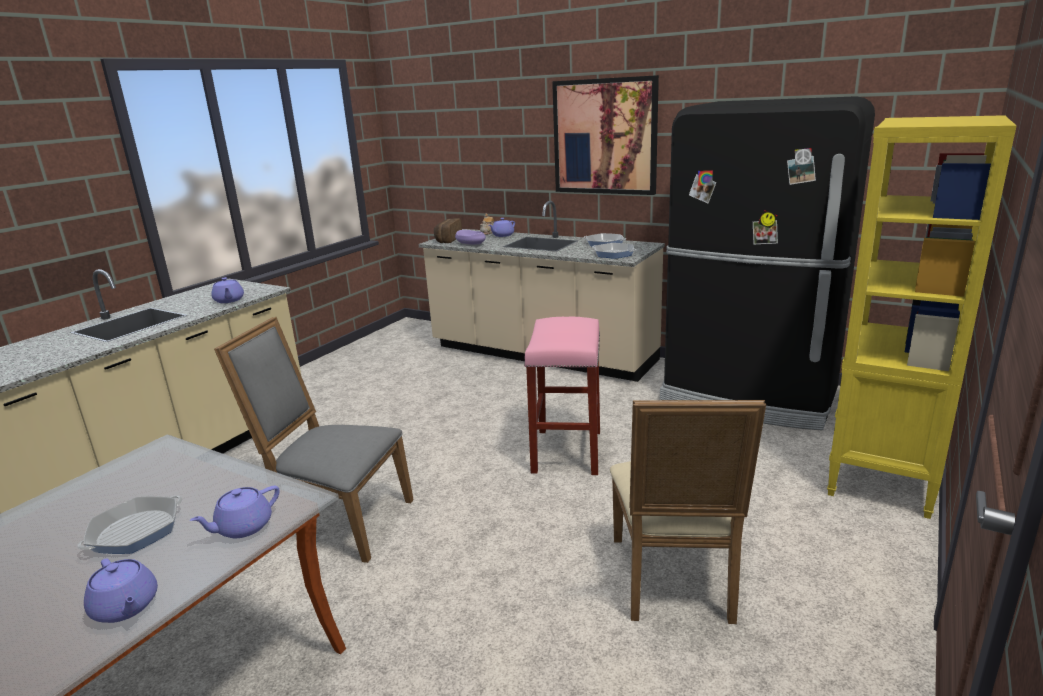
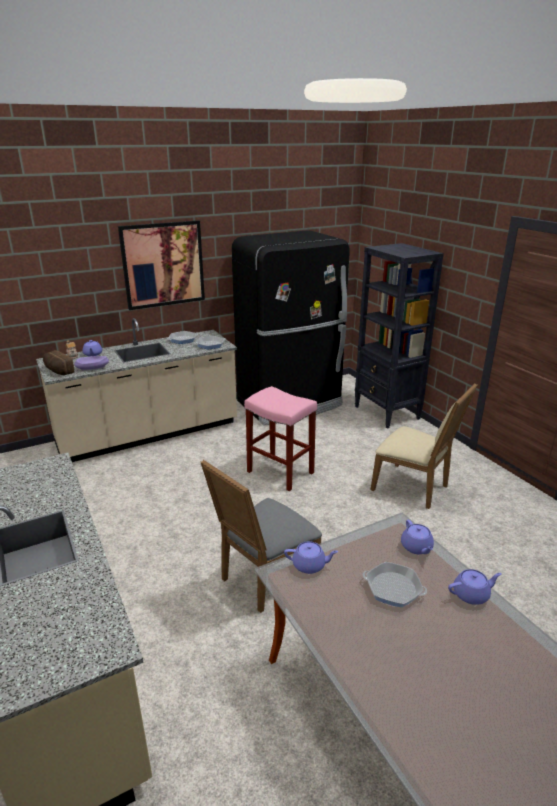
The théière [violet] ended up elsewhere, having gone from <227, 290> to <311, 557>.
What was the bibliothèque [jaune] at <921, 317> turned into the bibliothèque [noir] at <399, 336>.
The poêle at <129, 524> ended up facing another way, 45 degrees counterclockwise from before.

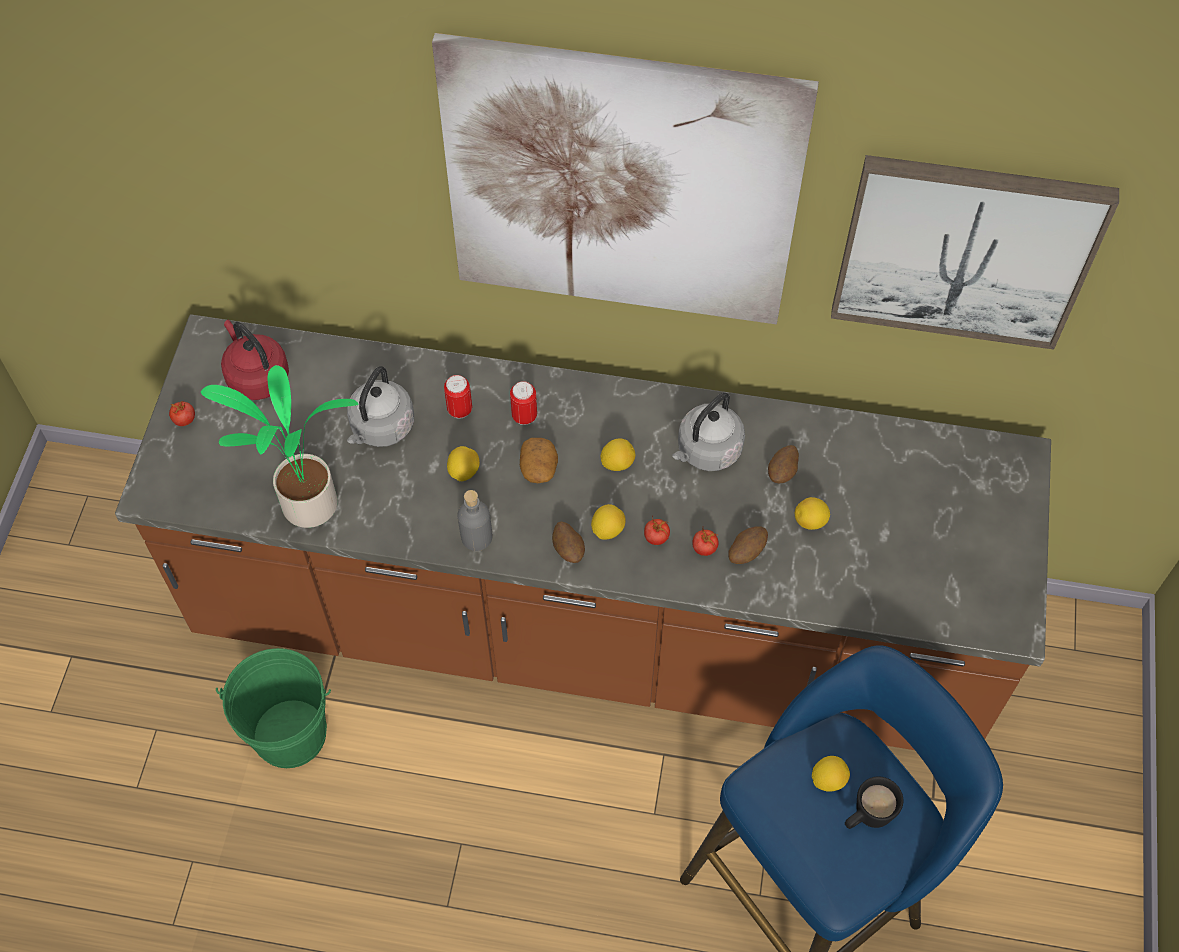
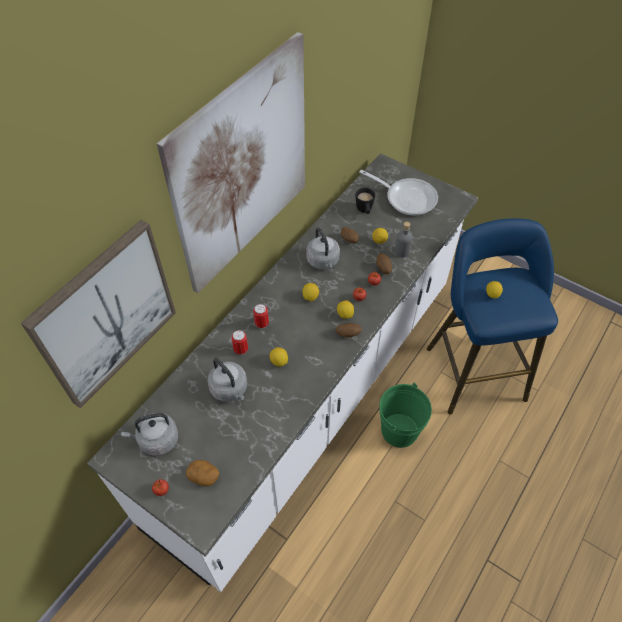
The tableau ended up elsewhere, having gone from <975, 252> to <98, 314>.
What was the comptoir de cuisine [marron] at <583, 532> turned into the comptoir de cuisine [blanc] at <282, 372>.
What was the bouilloire [rouge] at <255, 360> turned into the bouilloire [gris] at <149, 434>.
The pomme de terre ended up elsewhere, having gone from <539, 460> to <202, 473>.
The mug [noir] ended up elsewhere, having gone from <874, 802> to <365, 201>.
The second view gained the poêle at <398, 193>.
The seau [vert] ended up elsewhere, having gone from <273, 708> to <405, 415>.
The bouteille [gris] ended up elsewhere, having gone from <475, 520> to <404, 240>.
The second view lost the plante en pot at <280, 446>.

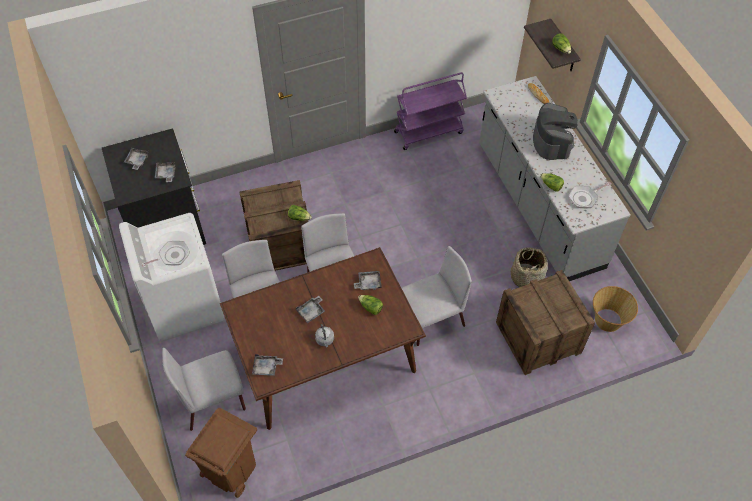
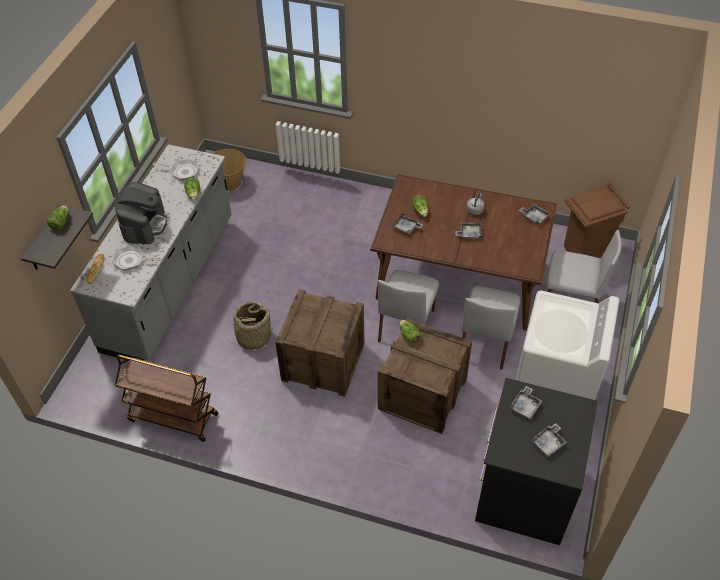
The poêle ended up elsewhere, having gone from <166, 254> to <137, 258>.
The machine à café at <555, 131> ended up facing another way, 150 degrees clockwise from before.
What was the chariot [violet] at <430, 111> turned into the chariot [marron] at <166, 398>.
The panier ended up elsewhere, having gone from <529, 267> to <252, 325>.
The caisse ended up elsewhere, having gone from <545, 322> to <320, 343>.
The second view lost the chaise [gris] at <437, 296>.

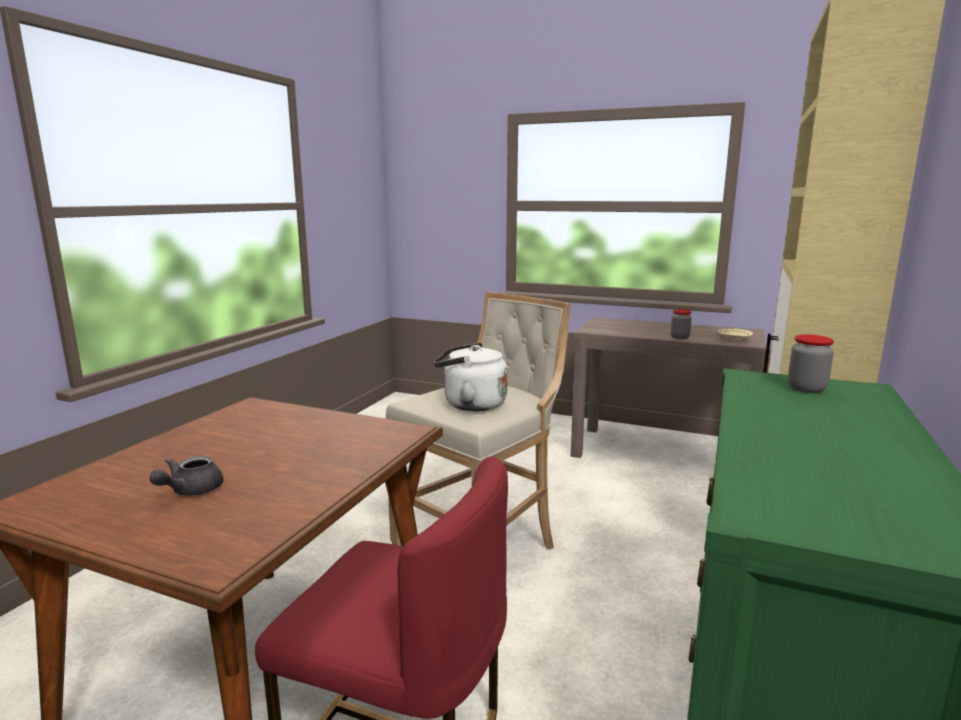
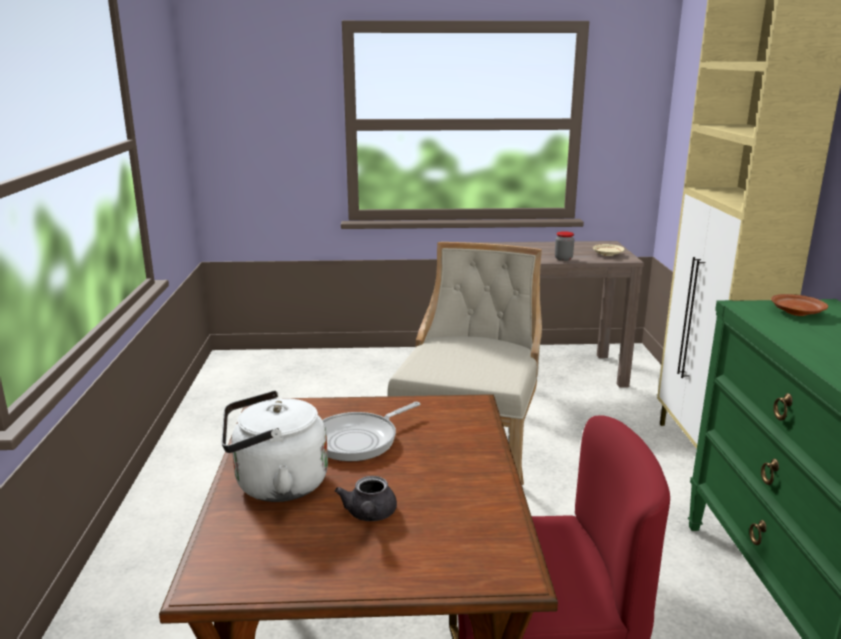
The bouilloire [blanc] ended up elsewhere, having gone from <471, 377> to <275, 446>.
The second view gained the poêle at <371, 431>.
Where the bocal stood at <811, 363>, the assiette [marron] came to stand at <799, 305>.

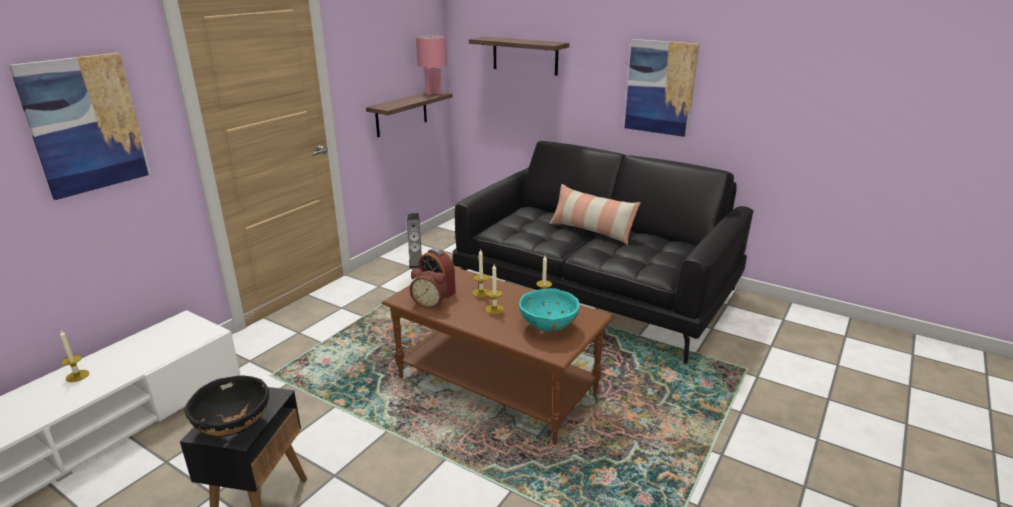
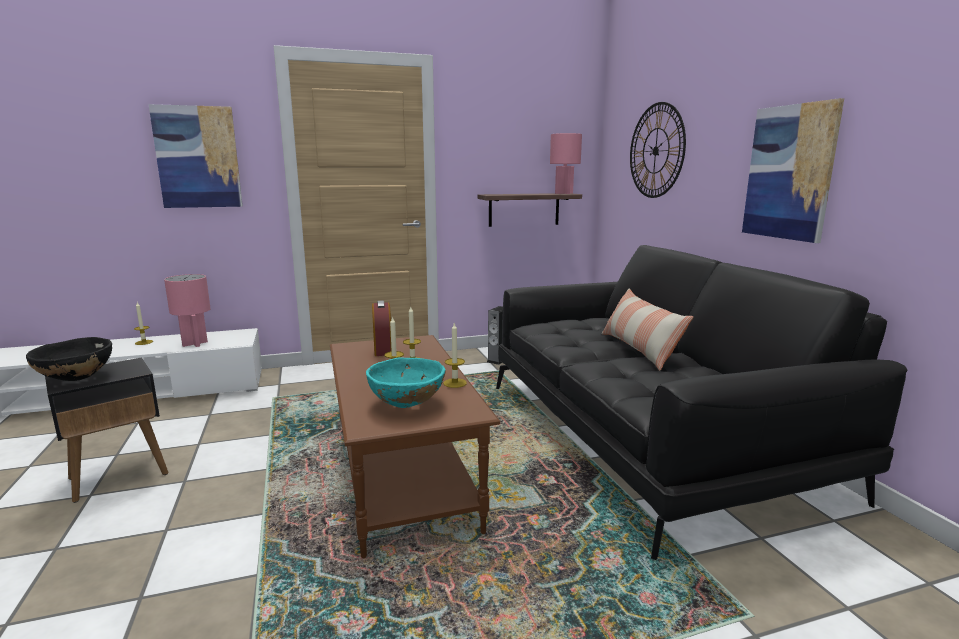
The second view gained the lampe de table [rose] at <187, 310>.
Where the étagère hung at <519, 56>, the horloge murale came to hang at <658, 150>.
The second view lost the réveil at <429, 288>.

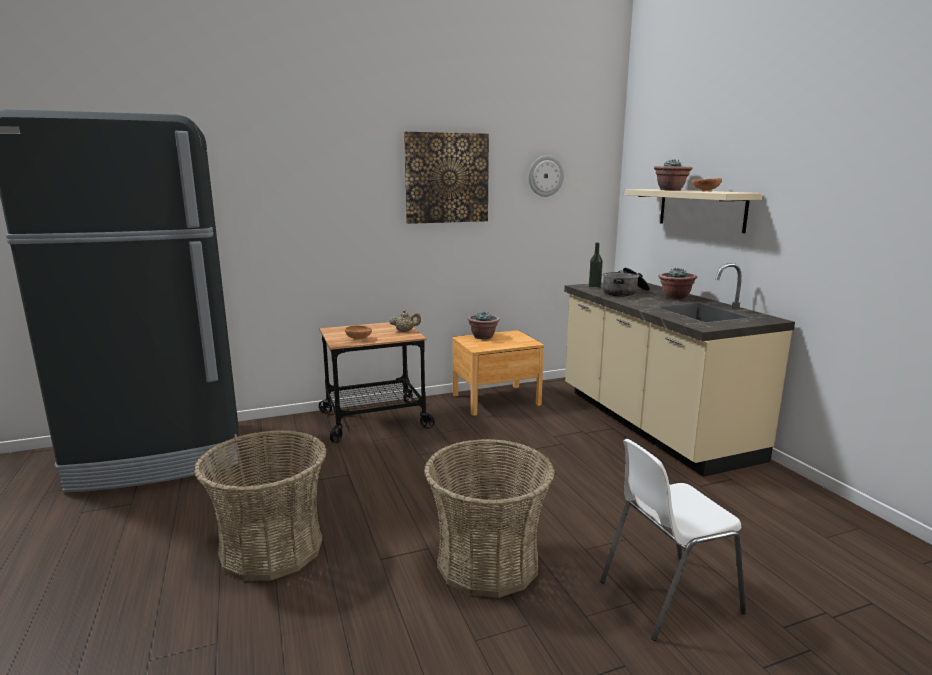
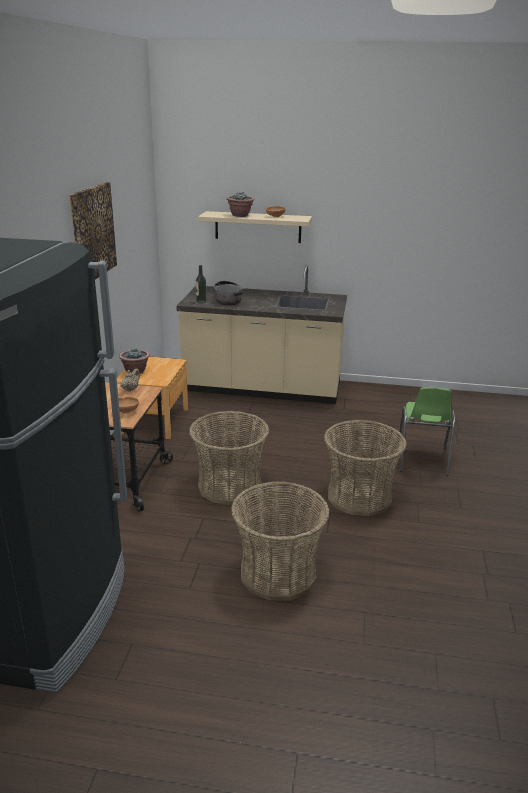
The second view gained the panier at <229, 458>.
What was the chaise [blanc] at <673, 540> turned into the chaise [vert] at <426, 431>.
The second view lost the horloge murale at <546, 176>.
The second view lost the plante en pot at <677, 284>.

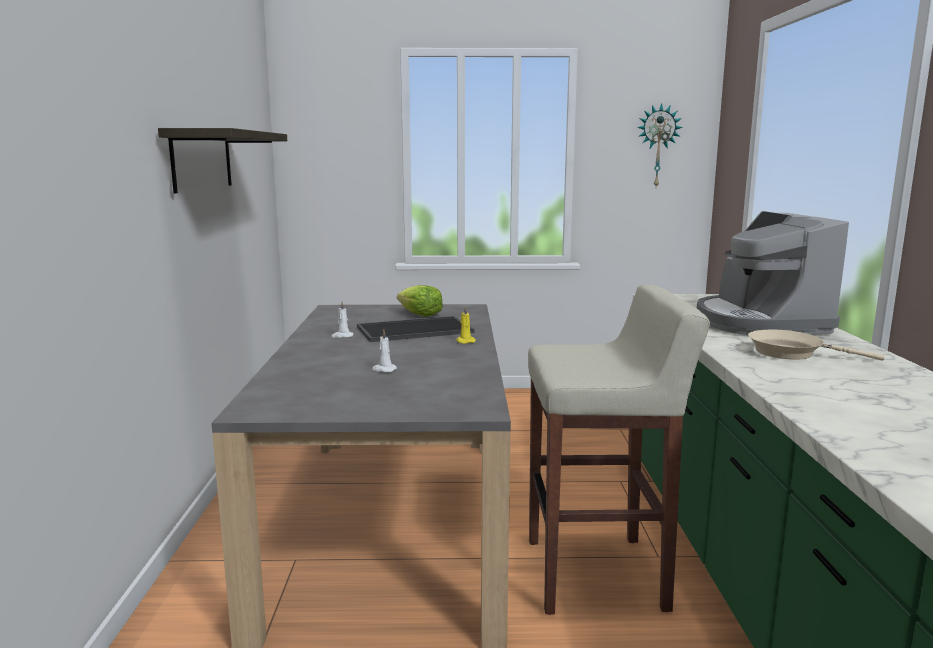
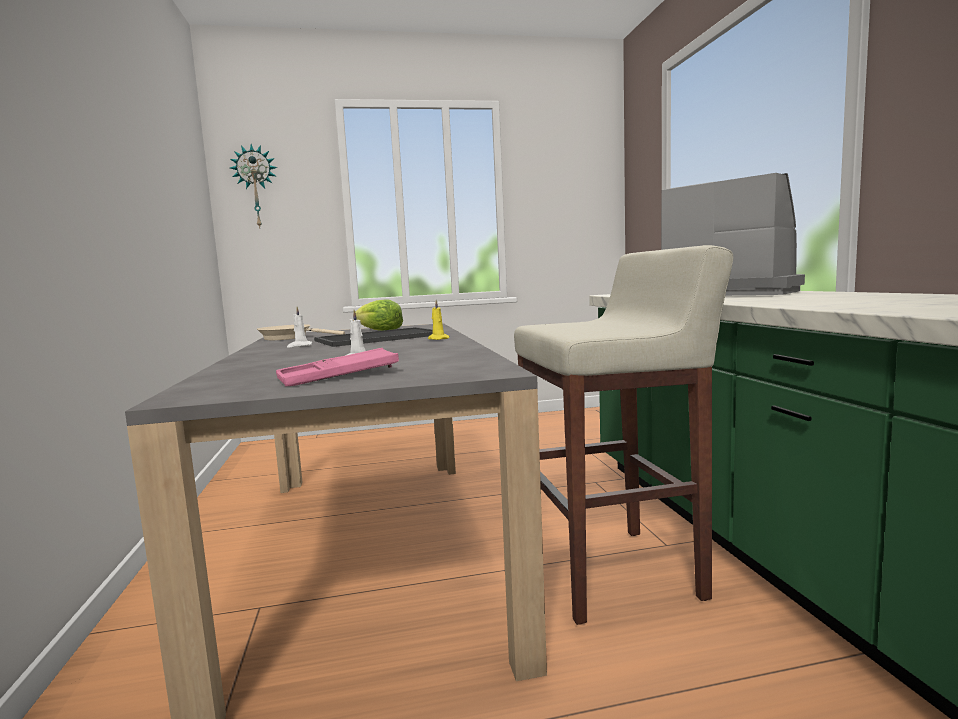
The horloge murale ended up elsewhere, having gone from <660, 145> to <253, 186>.
The poêle [beige] ended up elsewhere, having gone from <816, 345> to <301, 332>.
The second view gained the plateau [rose] at <337, 367>.
The machine à café at <773, 273> ended up facing another way, 150 degrees clockwise from before.
The second view lost the étagère at <222, 160>.

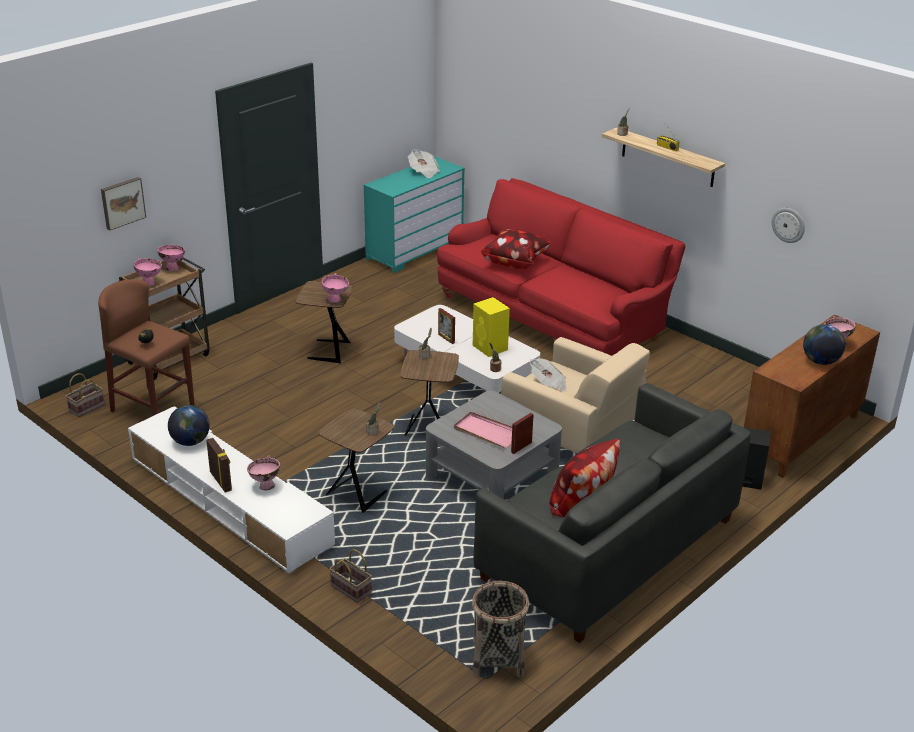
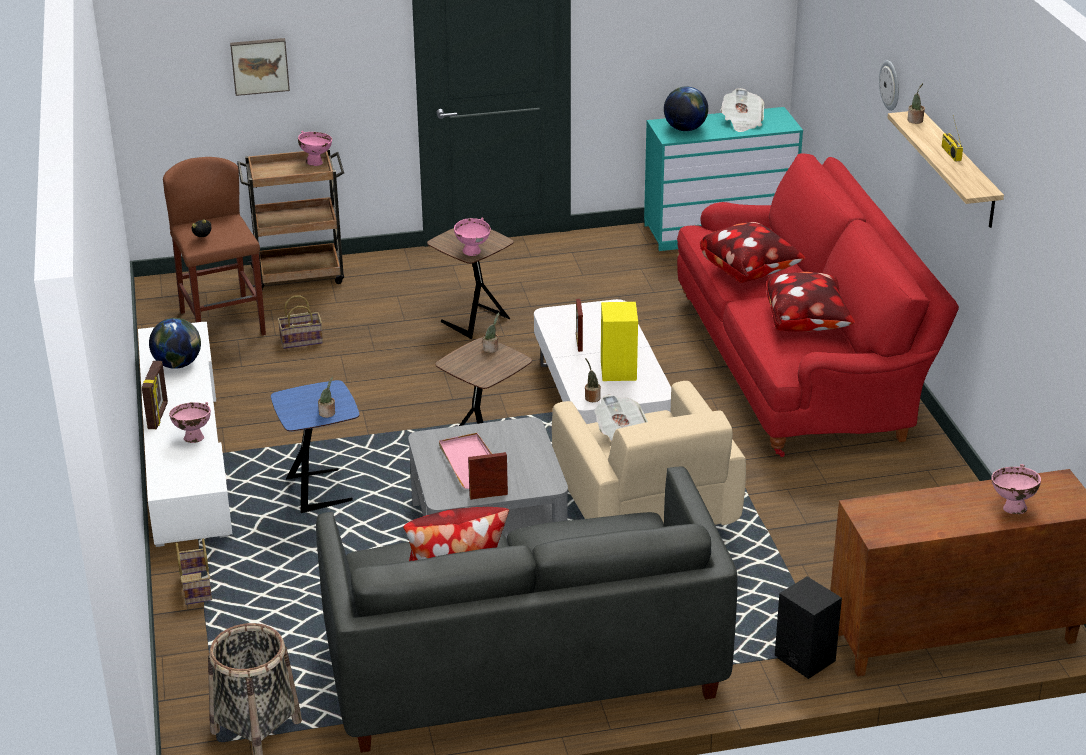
What was the table d'appoint [marron] at <356, 460> turned into the table d'appoint [bleu] at <315, 446>.
The panier ended up elsewhere, having gone from <85, 395> to <300, 322>.
The globe ended up elsewhere, having gone from <824, 344> to <686, 108>.
The second view gained the coussin at <810, 302>.
The horloge murale ended up elsewhere, having gone from <788, 225> to <889, 85>.
The second view lost the bol [rose] at <148, 272>.

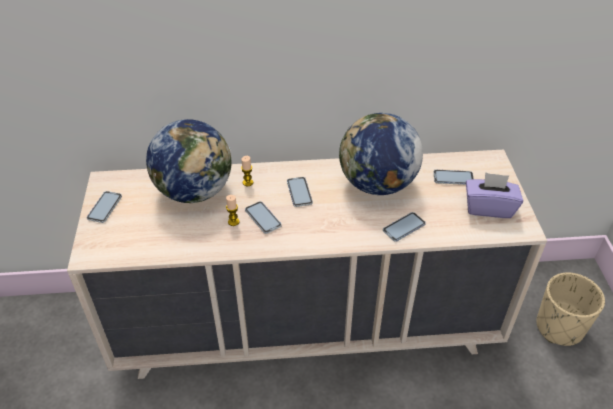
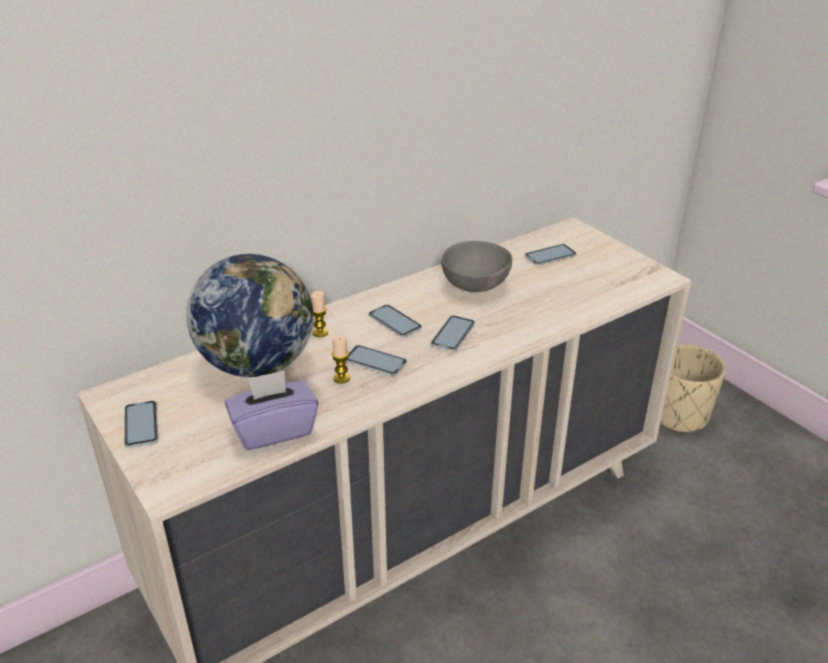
The boîte à mouchoirs [violet] ended up elsewhere, having gone from <494, 195> to <272, 410>.
The téléphone ended up elsewhere, having gone from <404, 227> to <453, 333>.
Where the globe stood at <381, 154>, the bol [gris] came to stand at <476, 266>.

